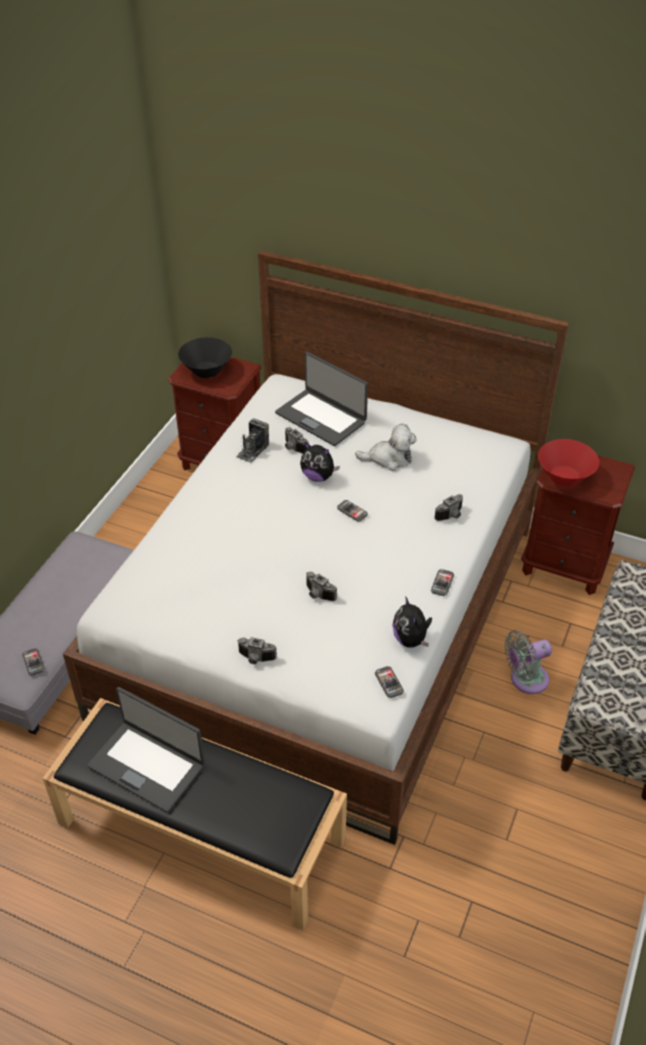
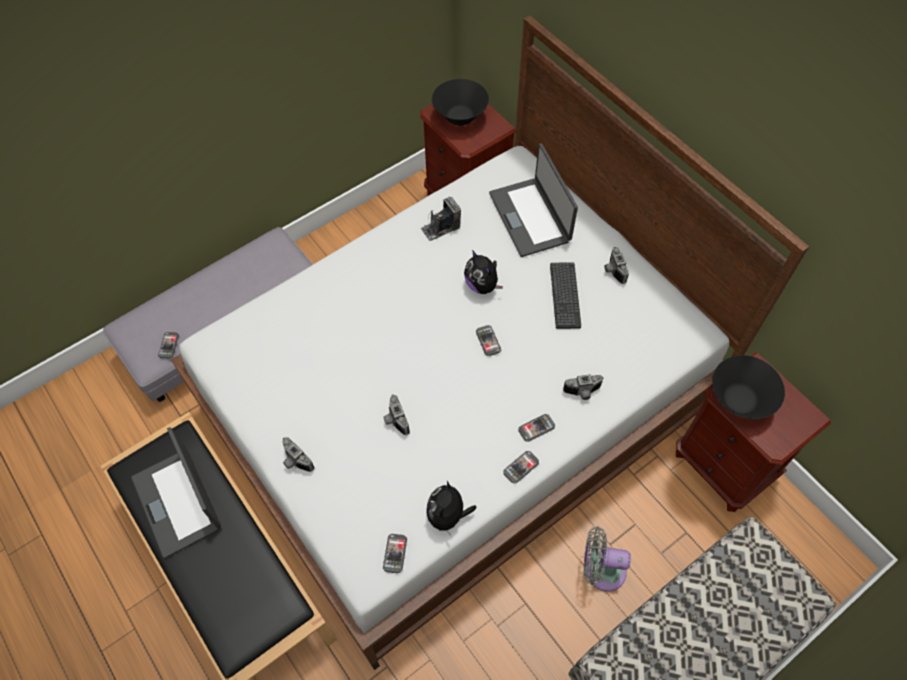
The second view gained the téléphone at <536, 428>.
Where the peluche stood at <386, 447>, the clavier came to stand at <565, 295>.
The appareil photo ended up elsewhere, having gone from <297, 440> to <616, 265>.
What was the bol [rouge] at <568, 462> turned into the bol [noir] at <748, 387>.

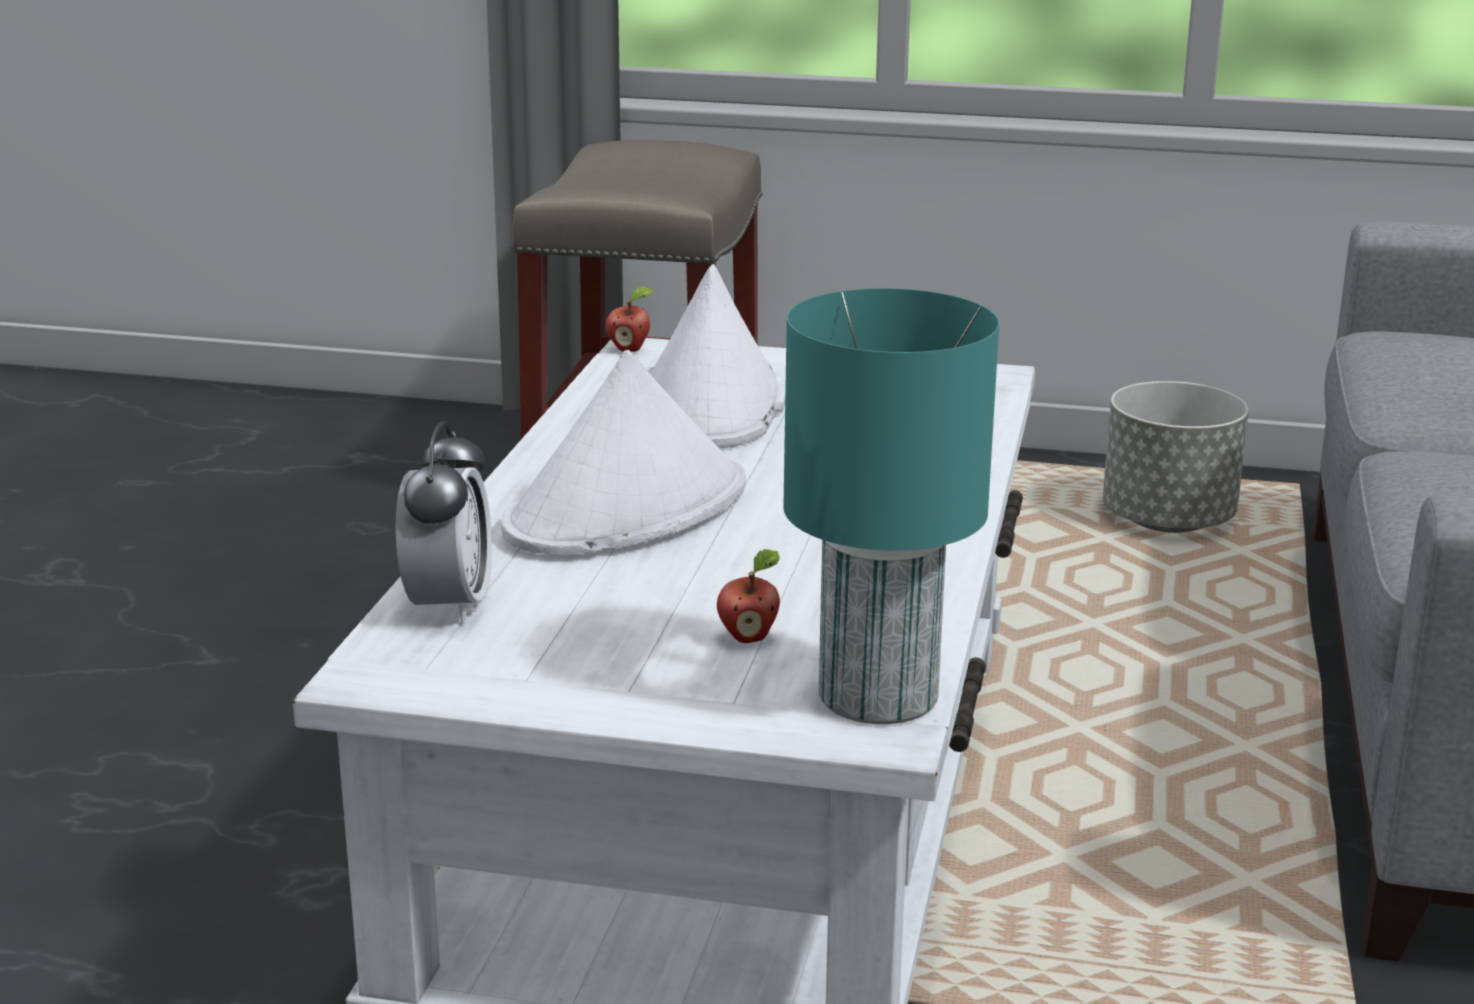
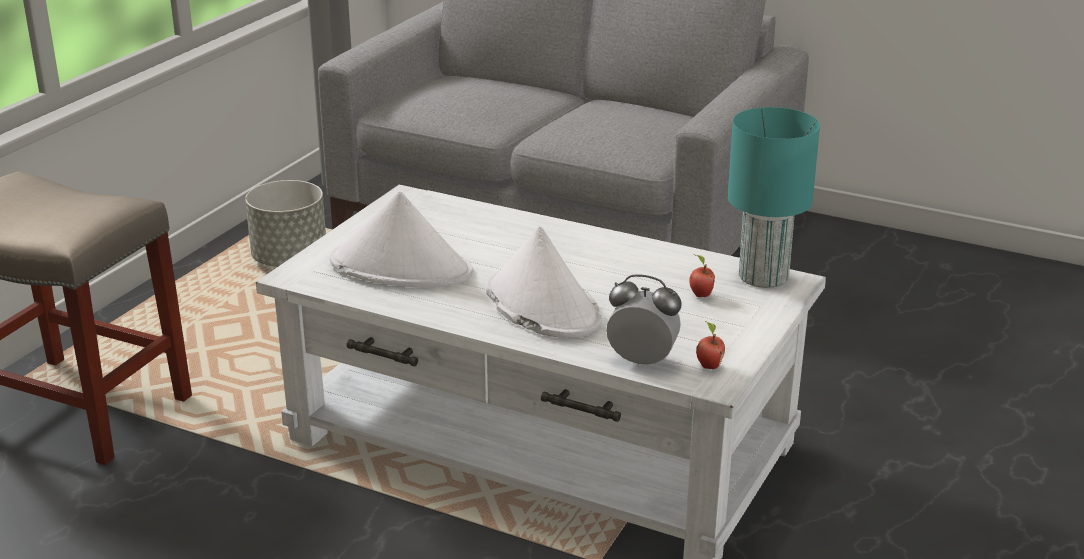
The pomme ended up elsewhere, having gone from <629, 319> to <710, 345>.

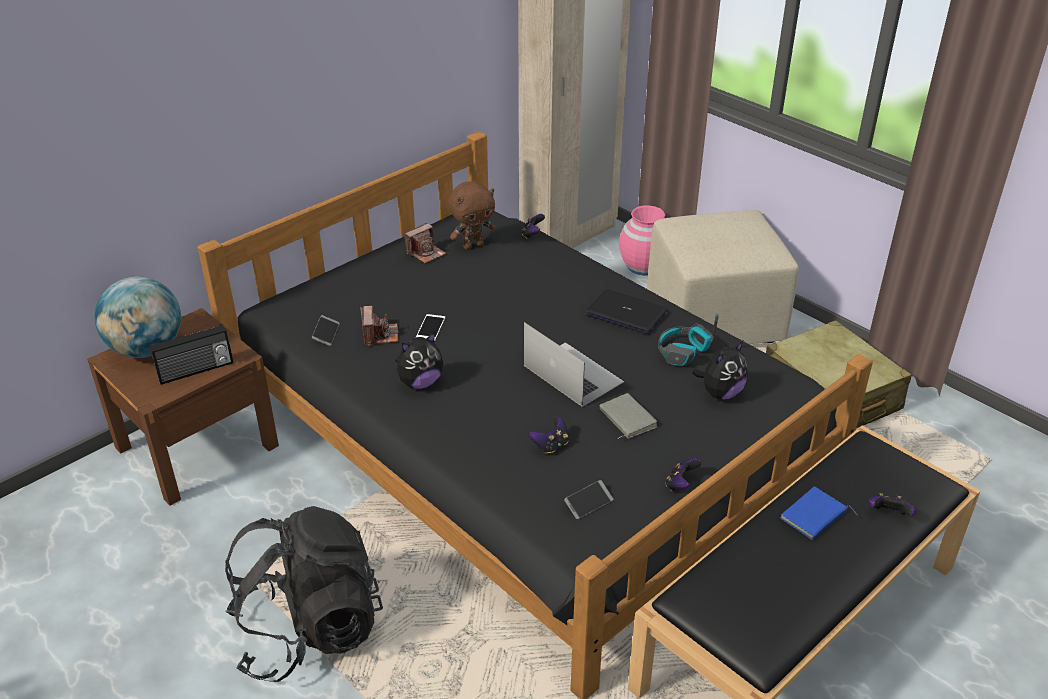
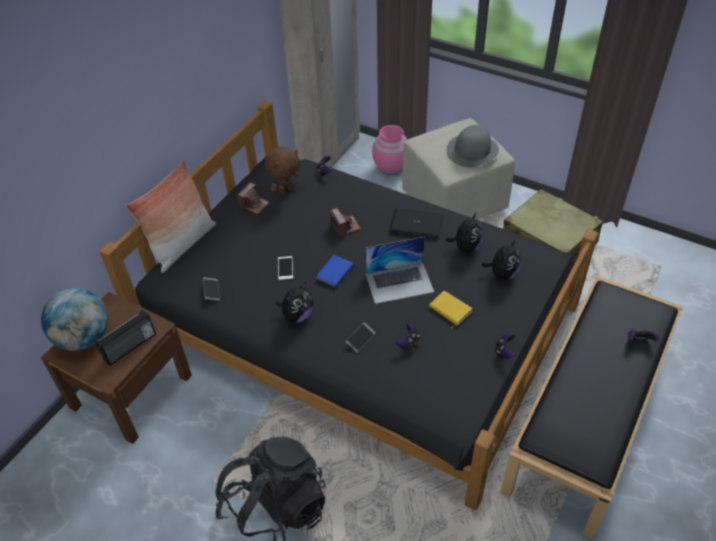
The second view gained the coussin at <170, 217>.
The livre [bleu] ended up elsewhere, having gone from <819, 513> to <338, 271>.
The appareil photo ended up elsewhere, having gone from <379, 326> to <345, 222>.
The téléphone ended up elsewhere, having gone from <589, 499> to <360, 337>.
The ordinateur portable at <574, 364> ended up facing another way, 135 degrees clockwise from before.
What was the livre [gris] at <629, 416> turned into the livre [jaune] at <450, 309>.
Where the casque audio stood at <688, 339>, the peluche came to stand at <464, 232>.
The second view gained the chapeau [gris] at <473, 146>.

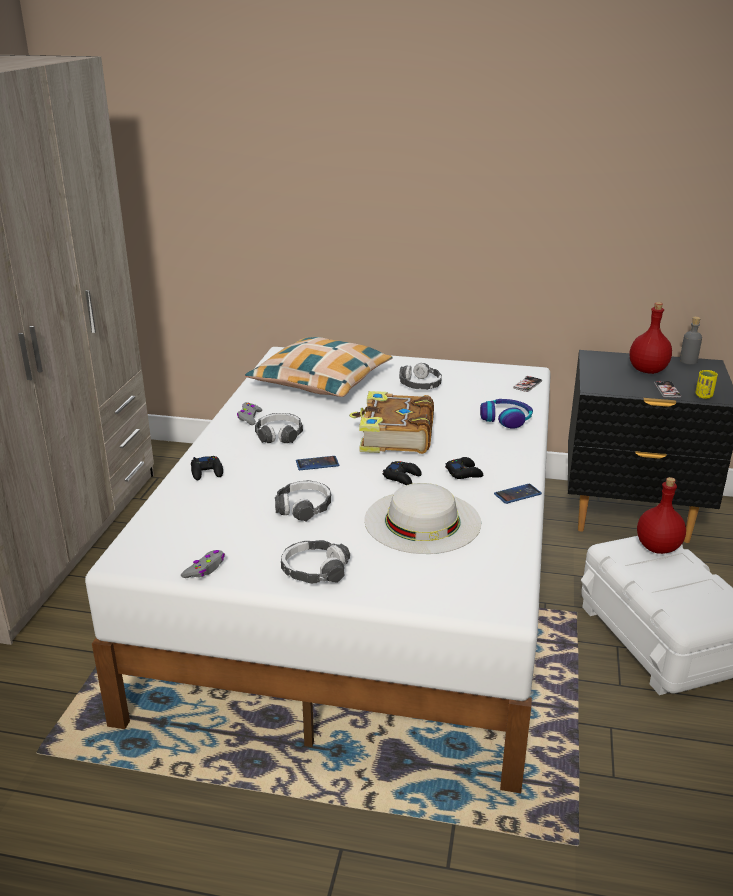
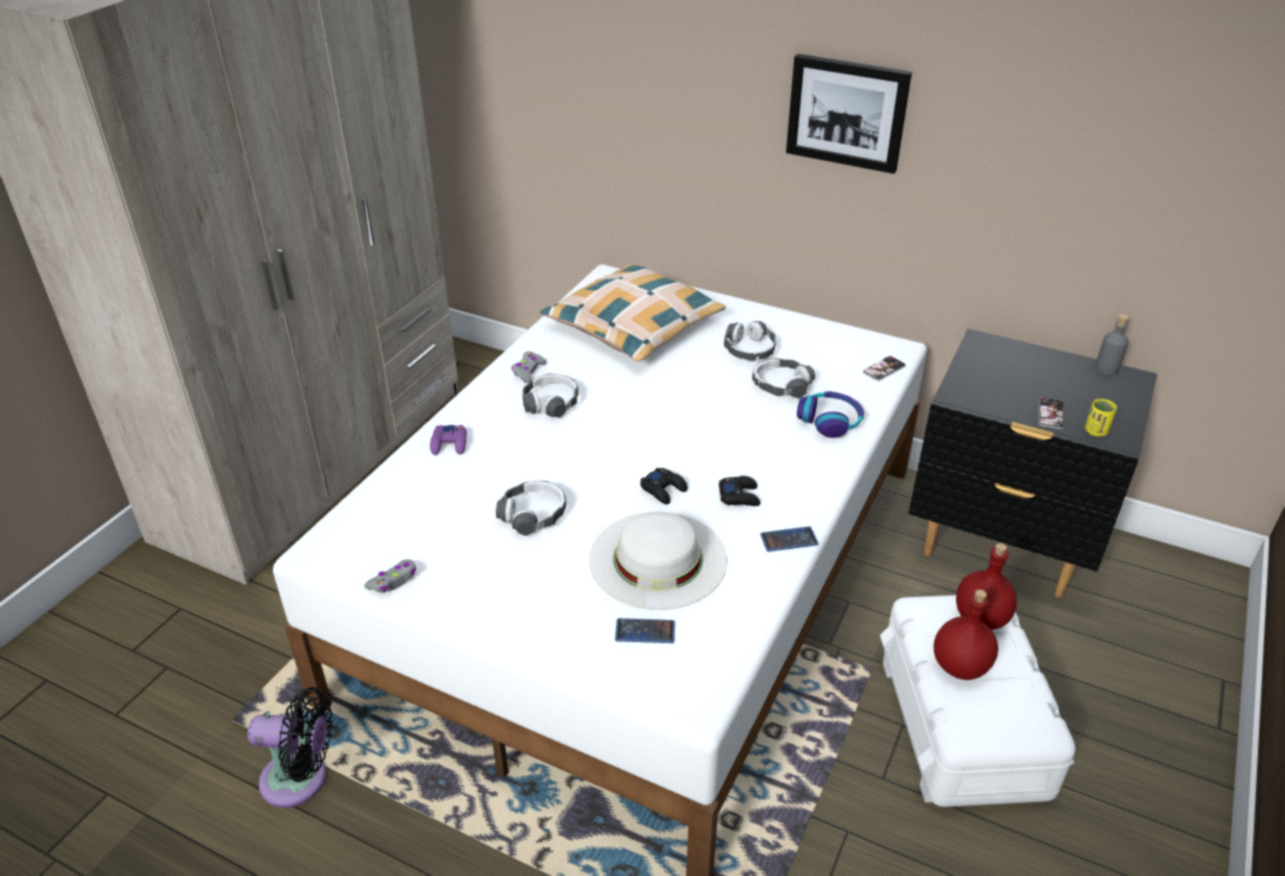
The second view gained the ventilateur [noir] at <290, 747>.
What was the manette [noir] at <207, 468> turned into the manette [violet] at <448, 440>.
The téléphone ended up elsewhere, having gone from <317, 463> to <645, 630>.
The casque audio ended up elsewhere, having gone from <315, 562> to <783, 378>.
The second view gained the tableau at <849, 114>.
The bouteille [rouge] ended up elsewhere, having gone from <650, 338> to <966, 634>.
The second view lost the livre at <391, 422>.

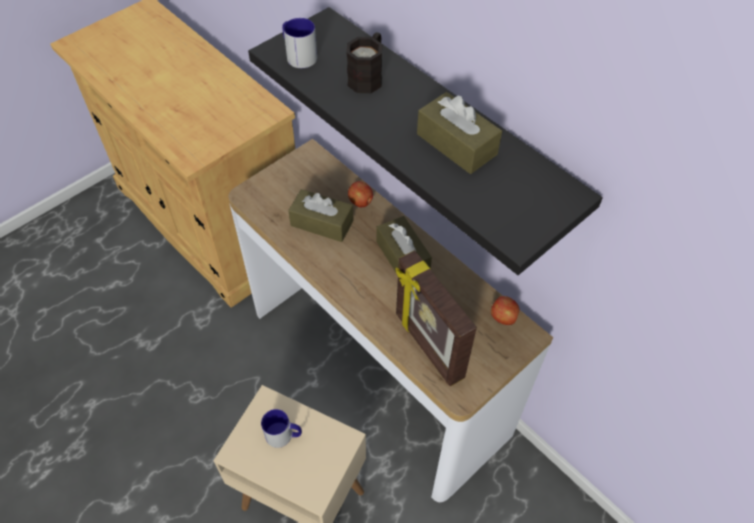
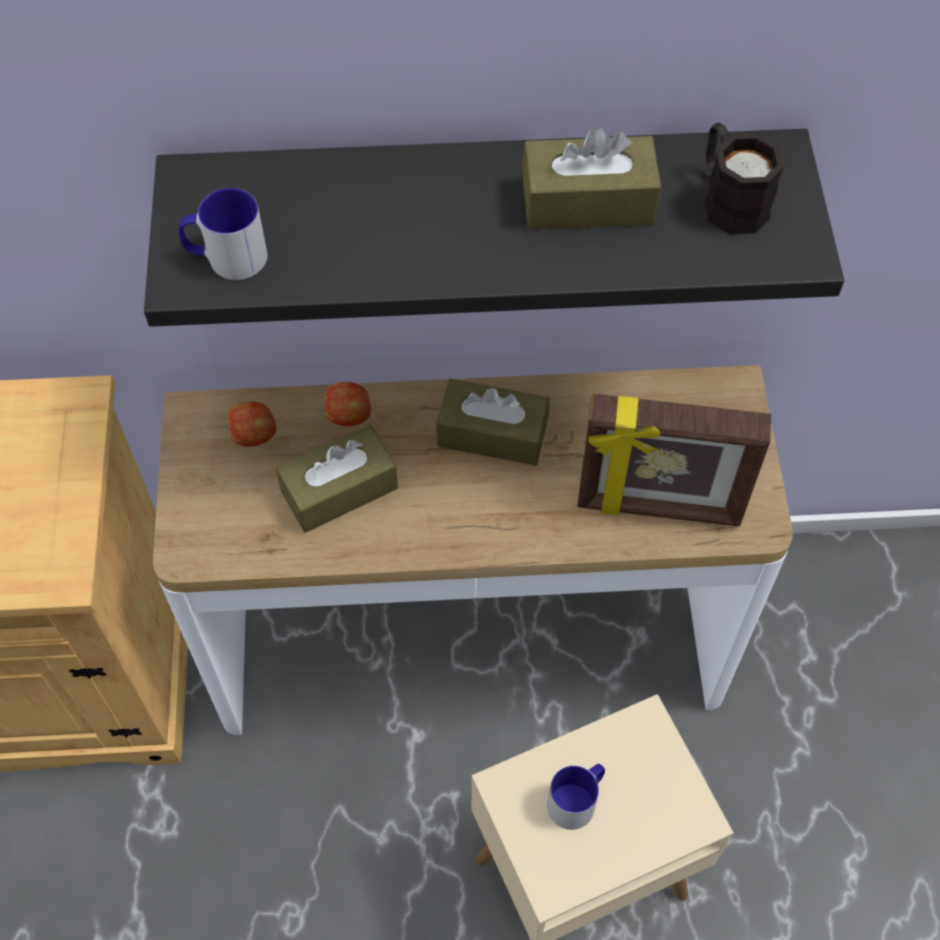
The pomme ended up elsewhere, having gone from <505, 310> to <252, 424>.
The mug [noir] ended up elsewhere, having gone from <364, 62> to <745, 178>.

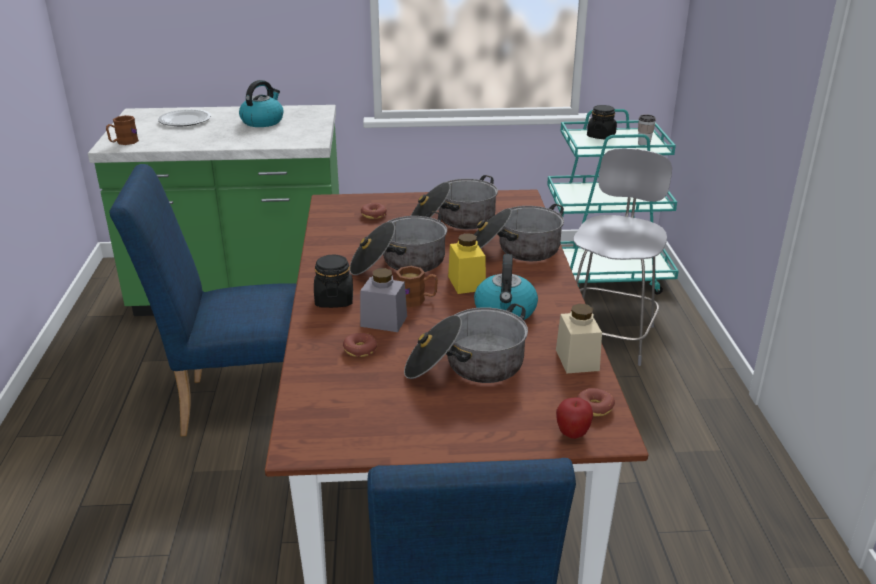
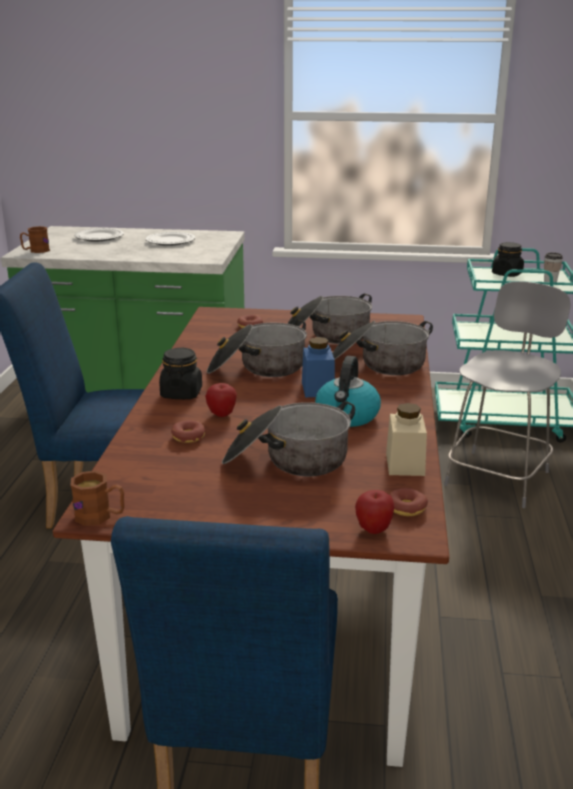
The mug [marron] ended up elsewhere, having gone from <417, 286> to <97, 498>.
Where the bouilloire stood at <261, 103>, the assiette came to stand at <170, 239>.
Where the bocal [gris] stood at <383, 300>, the pomme came to stand at <221, 400>.
What was the bocal [jaune] at <467, 263> turned into the bocal [bleu] at <318, 367>.

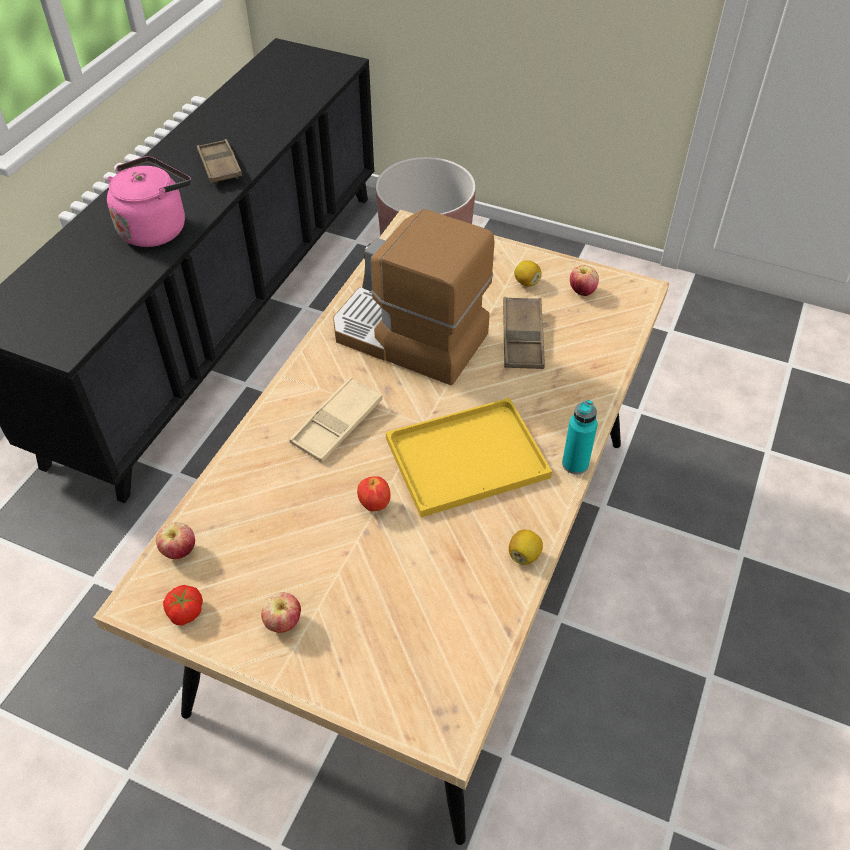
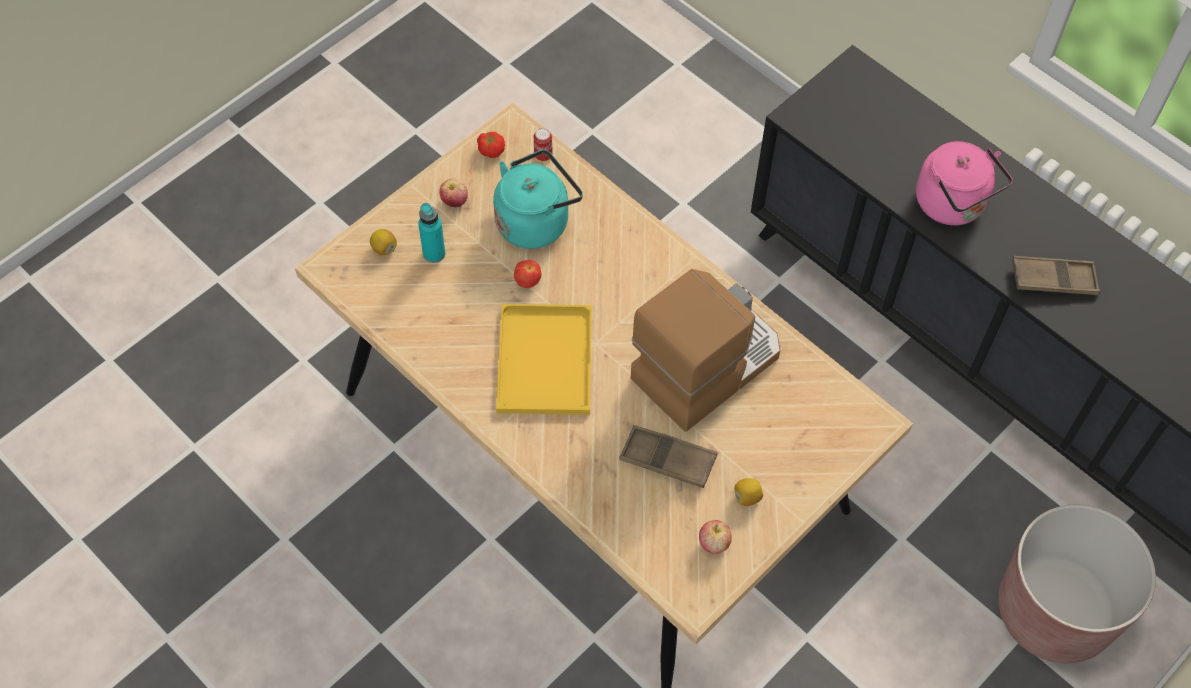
The citron ended up elsewhere, having gone from <526, 547> to <383, 242>.
The bouteille [turquoise] ended up elsewhere, having gone from <580, 437> to <431, 233>.
The second view gained the bouilloire [turquoise] at <538, 199>.
Where the pomme stood at <175, 540>, the boîte métallique came to stand at <543, 144>.
The second view lost the plateau [beige] at <336, 419>.

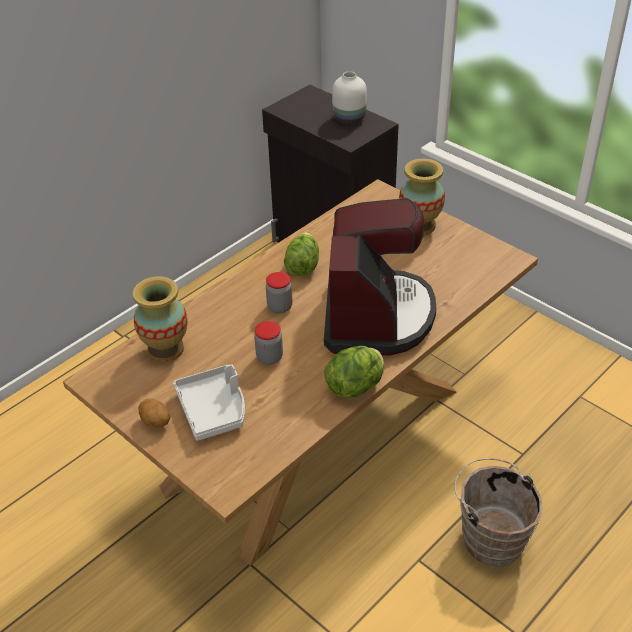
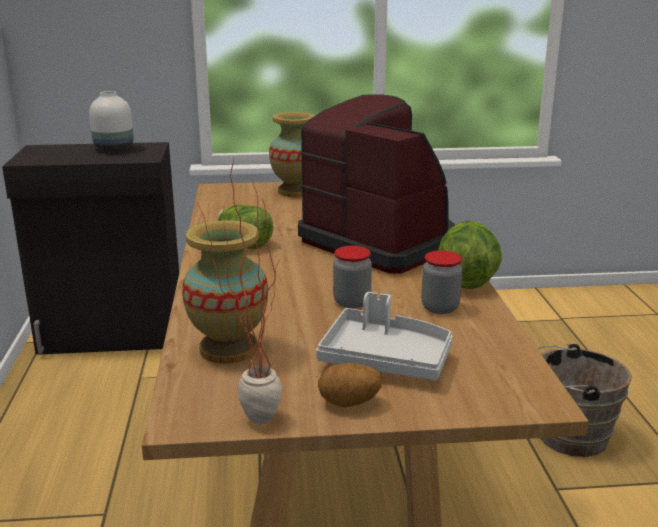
The second view gained the plante en pot at <239, 291>.
The bocal ended up elsewhere, having gone from <279, 292> to <441, 282>.

